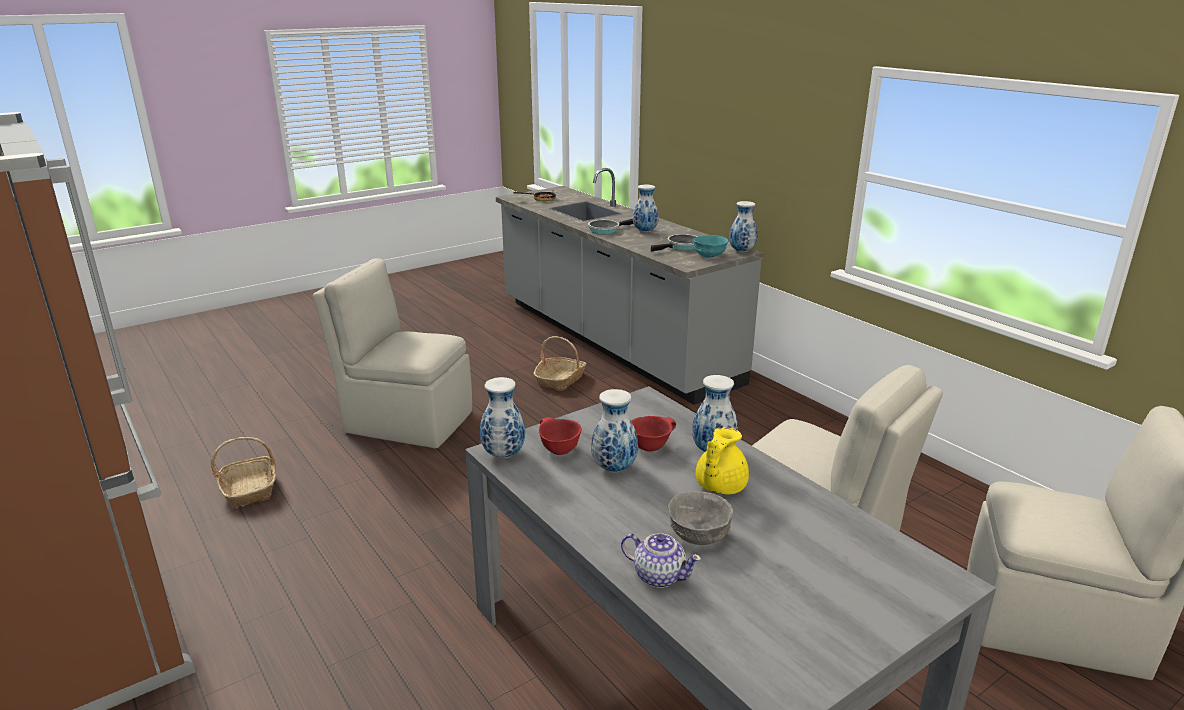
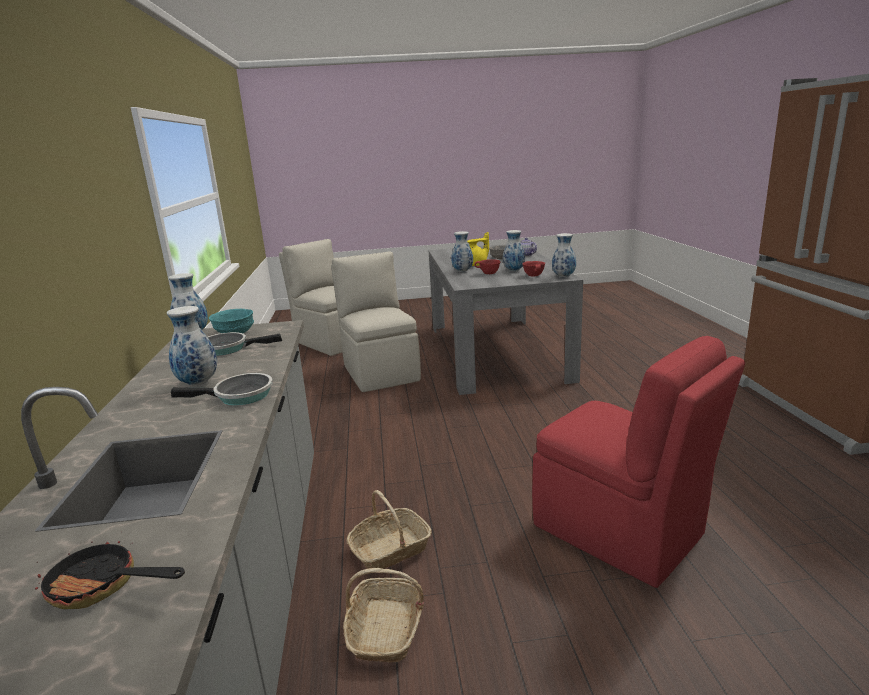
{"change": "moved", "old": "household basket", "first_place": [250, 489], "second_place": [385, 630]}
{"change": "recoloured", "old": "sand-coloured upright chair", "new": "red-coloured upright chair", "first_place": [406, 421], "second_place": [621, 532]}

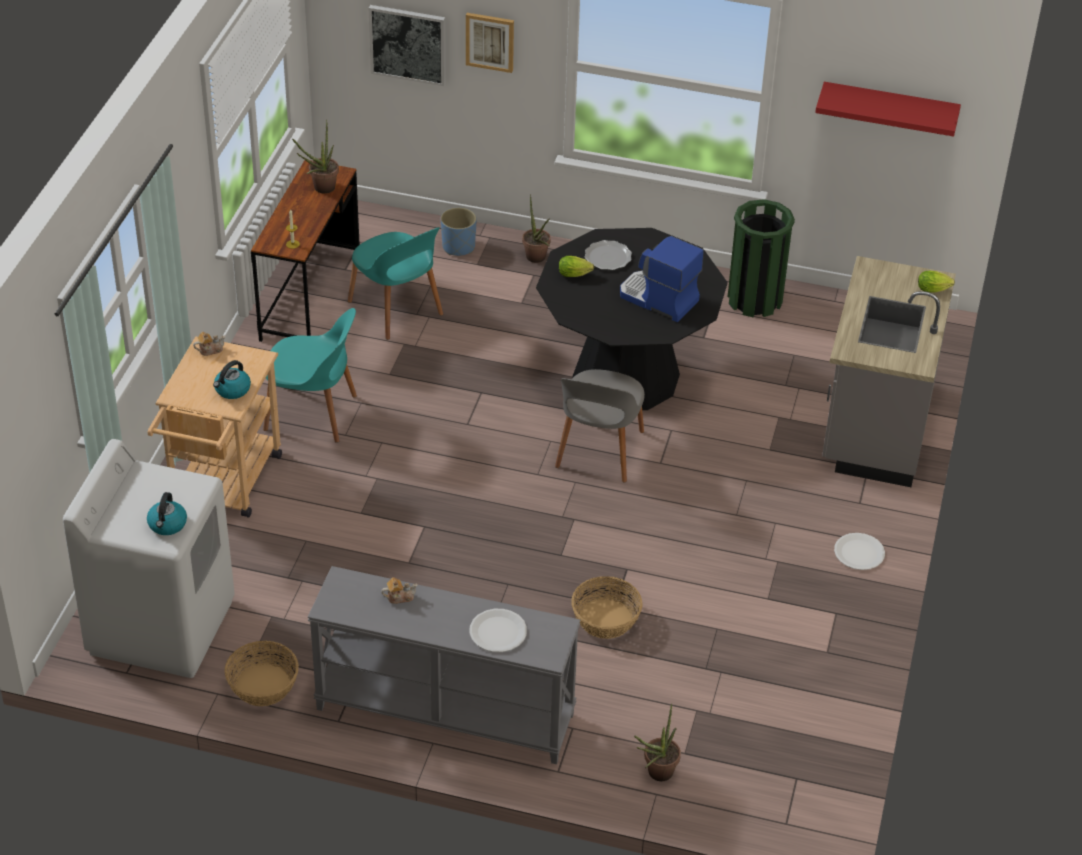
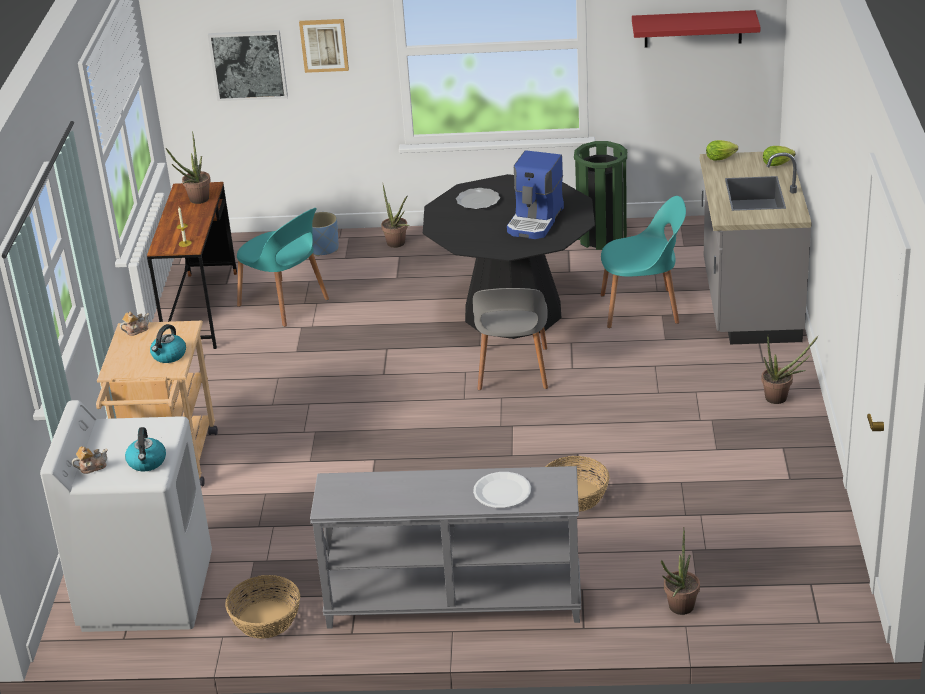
{"change": "moved", "old": "teapot", "first_place": [399, 597], "second_place": [92, 467]}
{"change": "turned", "old": "coffee machine", "first_place": [657, 299], "second_place": [536, 221], "degrees": -90}
{"change": "moved", "old": "turquoise-coloured upright chair", "first_place": [313, 414], "second_place": [642, 309]}
{"change": "moved", "old": "lettuce", "first_place": [576, 274], "second_place": [722, 158]}
{"change": "replaced", "old": "white dinner plate", "new": "plant in a pot", "first_place": [859, 553], "second_place": [781, 398]}

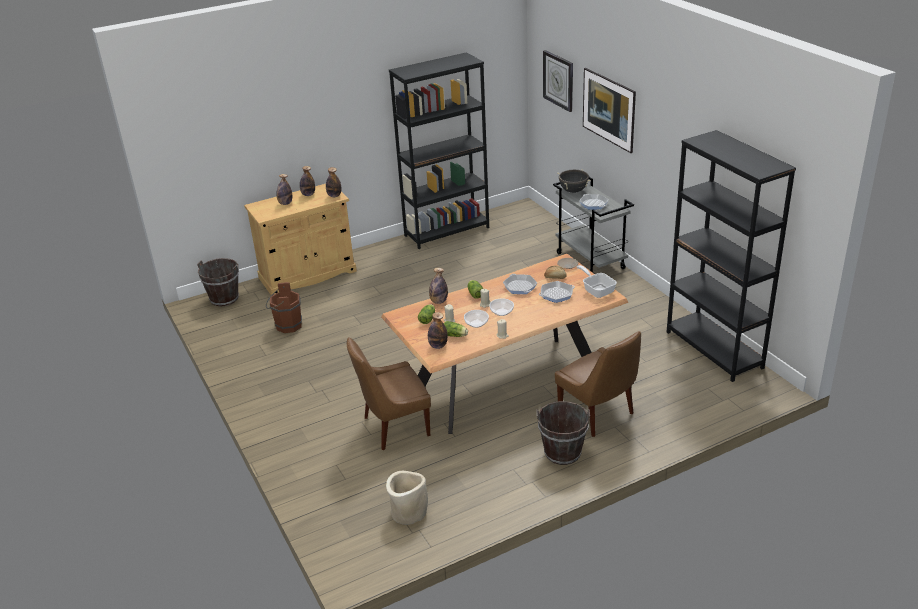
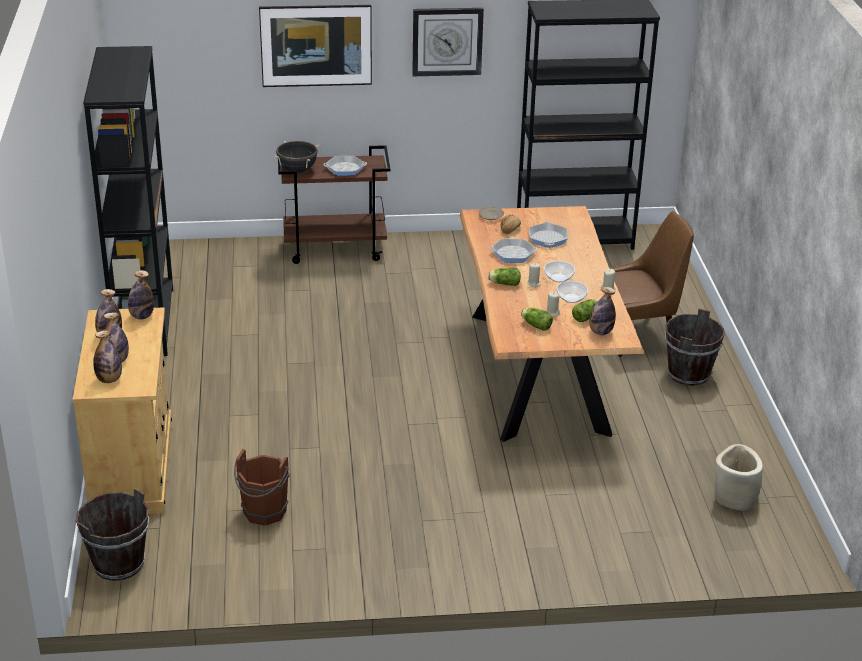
{"change": "moved", "old": "beverage bottle", "first_place": [438, 301], "second_place": [109, 379]}
{"change": "recoloured", "old": "greyish cart", "new": "brown cart", "first_place": [591, 261], "second_place": [336, 248]}
{"change": "moved", "old": "hanging clock", "first_place": [558, 80], "second_place": [447, 41]}
{"change": "removed", "old": "brown upright chair", "first_place": [393, 427]}
{"change": "removed", "old": "frying pan", "first_place": [596, 290]}

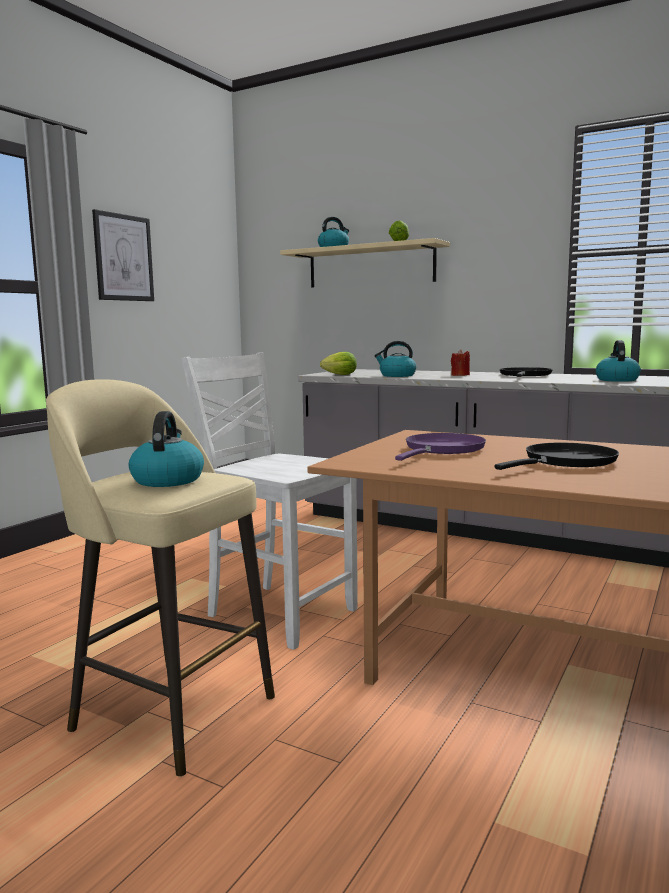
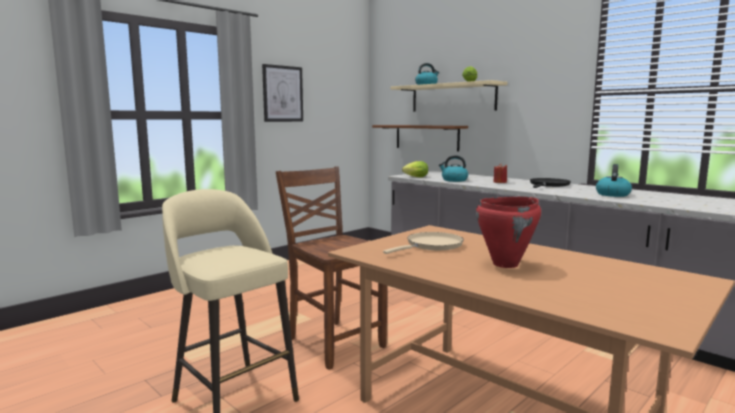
{"change": "recoloured", "old": "white upright chair", "new": "brown upright chair", "first_place": [279, 613], "second_place": [334, 342]}
{"change": "added", "new": "brown shelf", "second_place": [426, 137]}
{"change": "recoloured", "old": "purplish frying pan", "new": "sand-coloured frying pan", "first_place": [442, 450], "second_place": [431, 245]}
{"change": "replaced", "old": "blackish frying pan", "new": "red-coloured stockpot", "first_place": [566, 461], "second_place": [506, 264]}
{"change": "removed", "old": "water kettle", "first_place": [167, 480]}

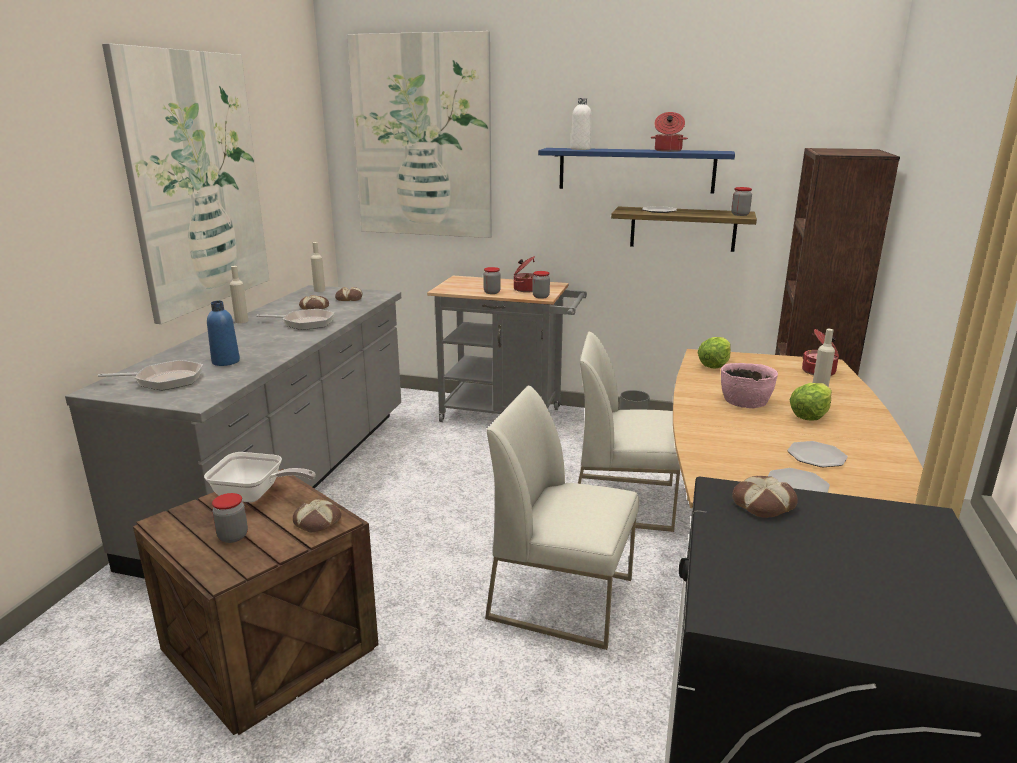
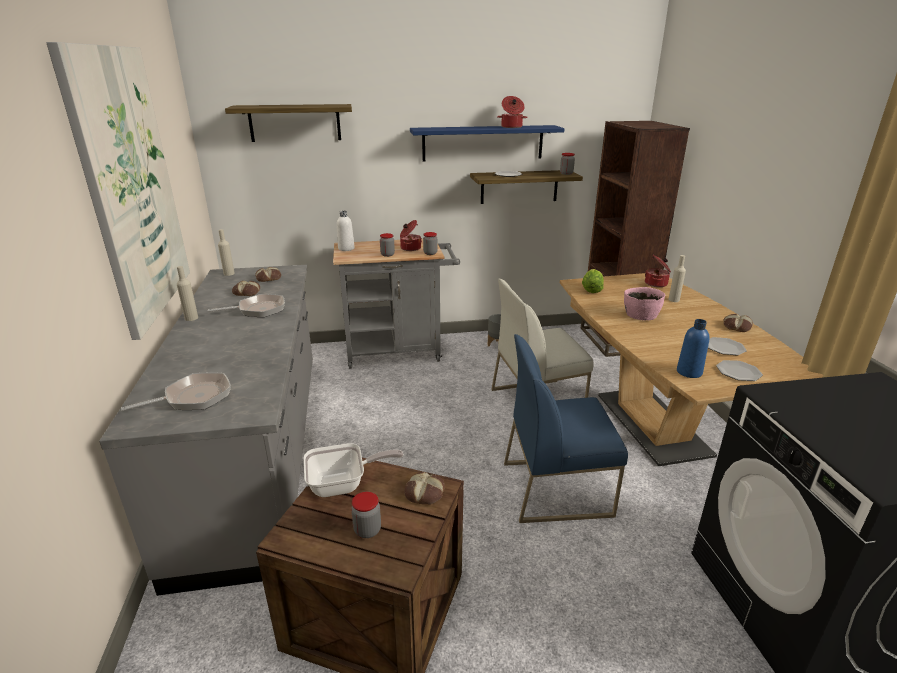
{"change": "replaced", "old": "wall art", "new": "shelf", "first_place": [422, 138], "second_place": [295, 123]}
{"change": "moved", "old": "white beverage bottle", "first_place": [580, 149], "second_place": [346, 248]}
{"change": "recoloured", "old": "white upright chair", "new": "bluish upright chair", "first_place": [563, 597], "second_place": [557, 488]}
{"change": "moved", "old": "bluish beverage bottle", "first_place": [226, 362], "second_place": [689, 372]}
{"change": "moved", "old": "bread", "first_place": [762, 503], "second_place": [736, 326]}
{"change": "removed", "old": "lettuce", "first_place": [809, 415]}

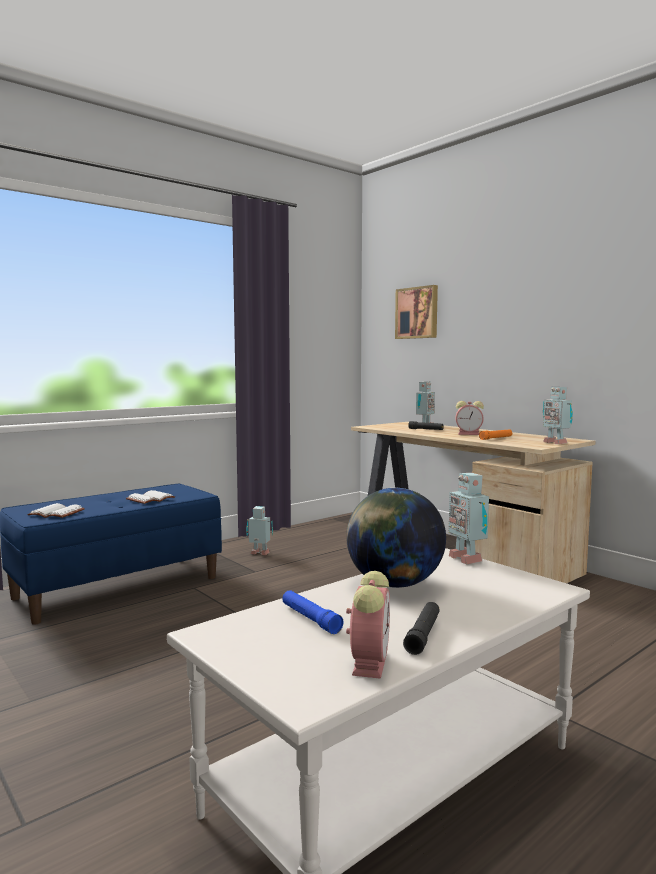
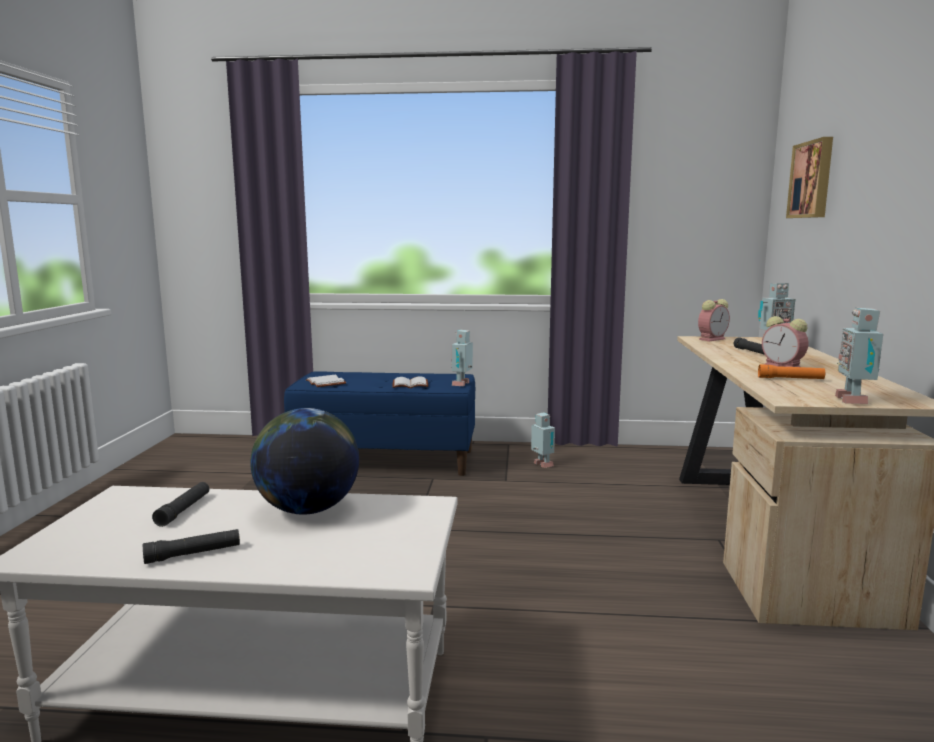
{"change": "recoloured", "old": "bluish torch", "new": "blackish torch", "first_place": [310, 619], "second_place": [184, 510]}
{"change": "moved", "old": "robot figure", "first_place": [466, 558], "second_place": [462, 384]}
{"change": "moved", "old": "bedside clock", "first_place": [369, 662], "second_place": [712, 339]}

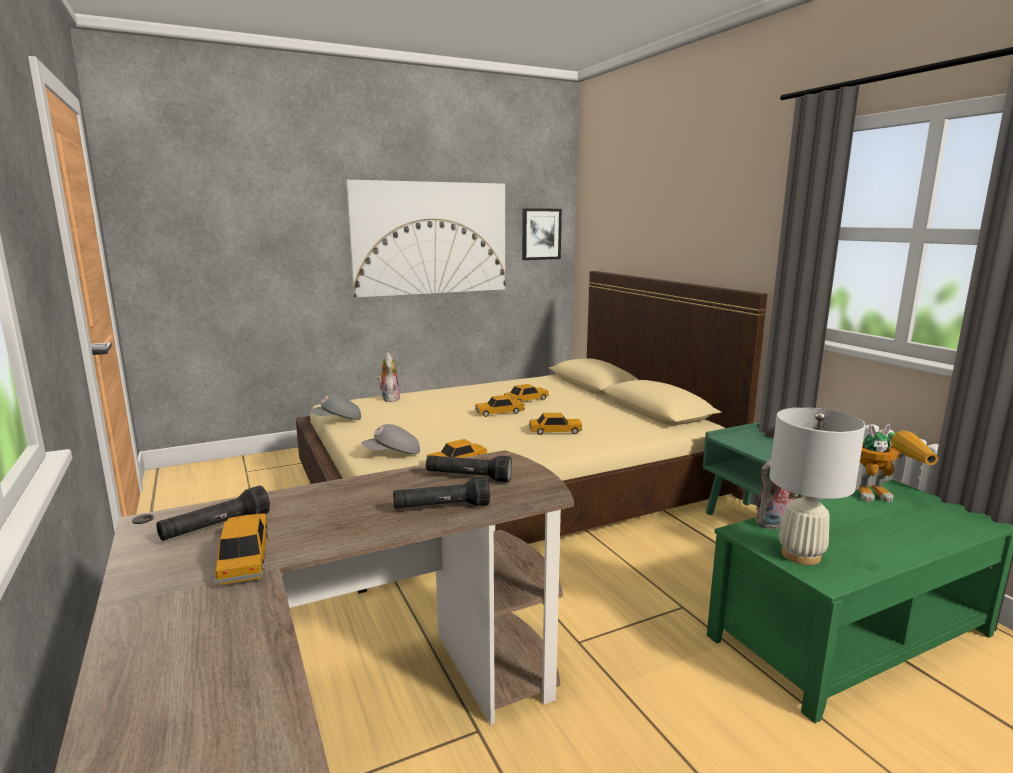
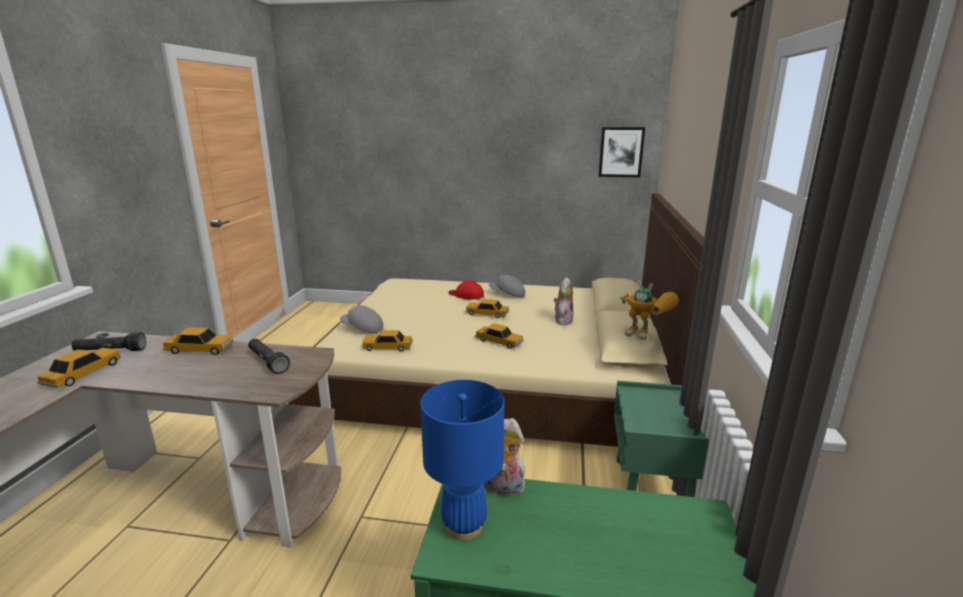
{"change": "moved", "old": "model car", "first_place": [526, 400], "second_place": [200, 349]}
{"change": "recoloured", "old": "white tabletop lamp", "new": "bluish tabletop lamp", "first_place": [801, 555], "second_place": [464, 526]}
{"change": "added", "new": "red-coloured cap", "second_place": [466, 295]}
{"change": "moved", "old": "greyish cap", "first_place": [337, 420], "second_place": [507, 294]}
{"change": "moved", "old": "soft toy", "first_place": [389, 398], "second_place": [562, 320]}
{"change": "moved", "old": "robot figure", "first_place": [882, 495], "second_place": [647, 336]}
{"change": "removed", "old": "wall art", "first_place": [430, 238]}
{"change": "removed", "old": "blackish torch", "first_place": [441, 508]}

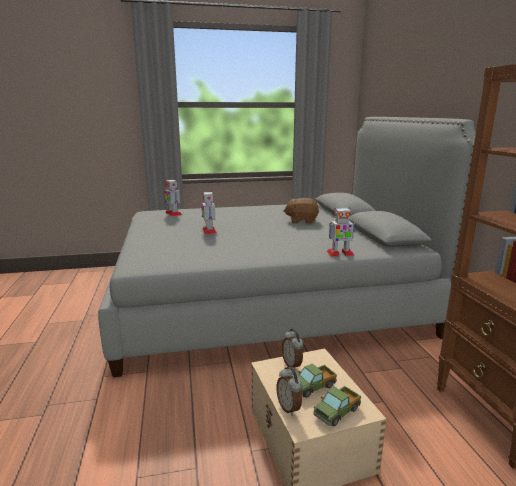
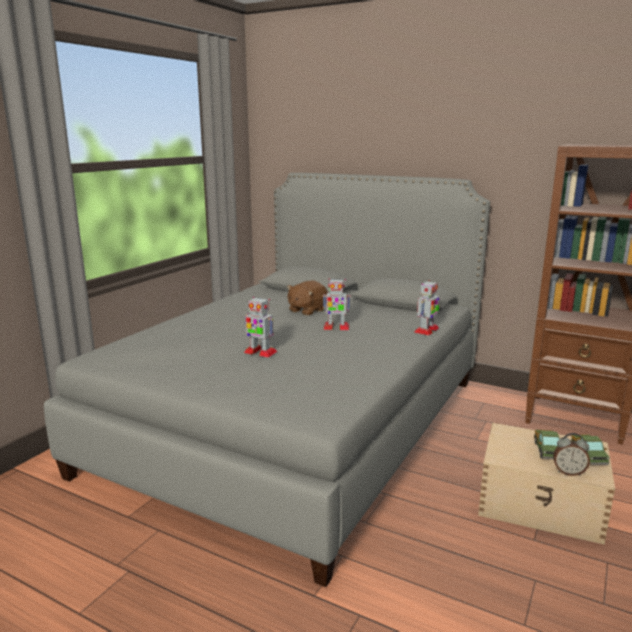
{"change": "moved", "old": "robot figure", "first_place": [173, 213], "second_place": [336, 327]}
{"change": "removed", "old": "bedside clock", "first_place": [292, 364]}

